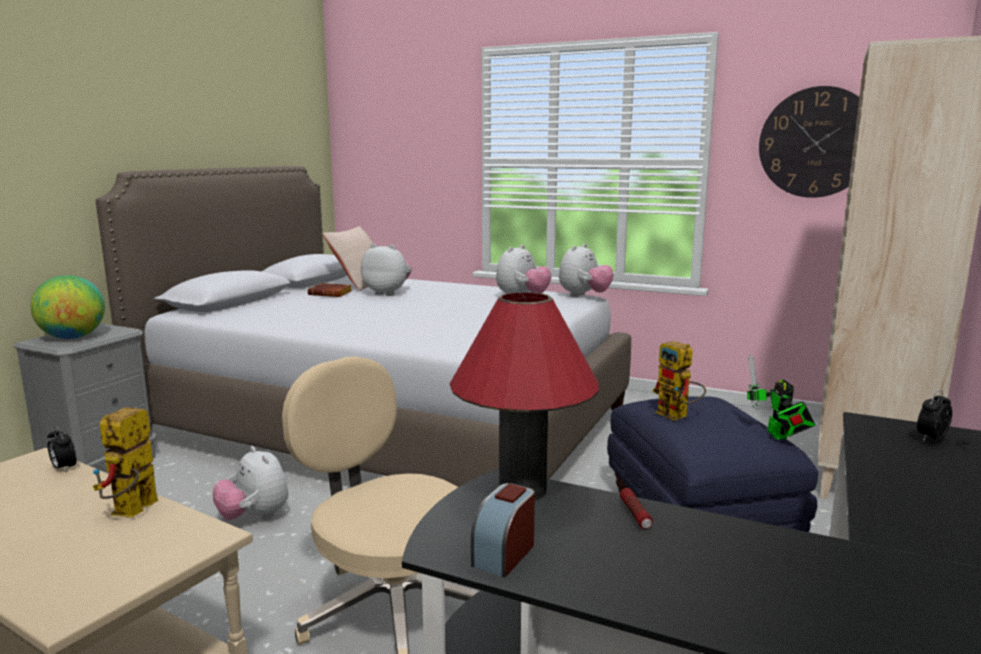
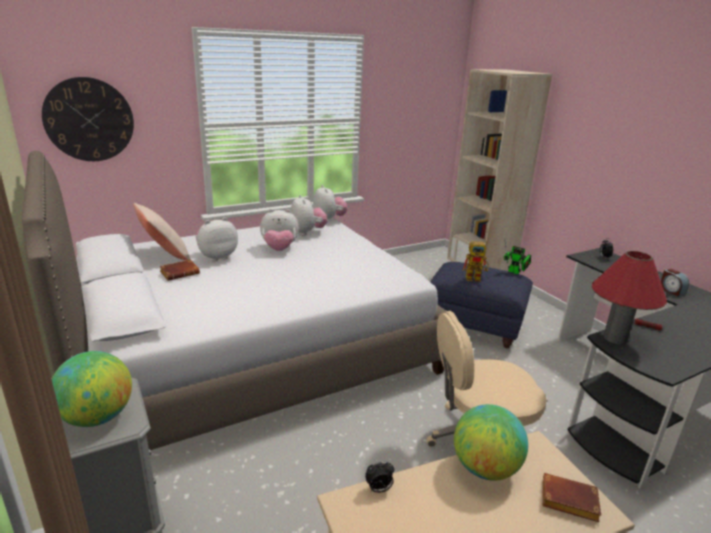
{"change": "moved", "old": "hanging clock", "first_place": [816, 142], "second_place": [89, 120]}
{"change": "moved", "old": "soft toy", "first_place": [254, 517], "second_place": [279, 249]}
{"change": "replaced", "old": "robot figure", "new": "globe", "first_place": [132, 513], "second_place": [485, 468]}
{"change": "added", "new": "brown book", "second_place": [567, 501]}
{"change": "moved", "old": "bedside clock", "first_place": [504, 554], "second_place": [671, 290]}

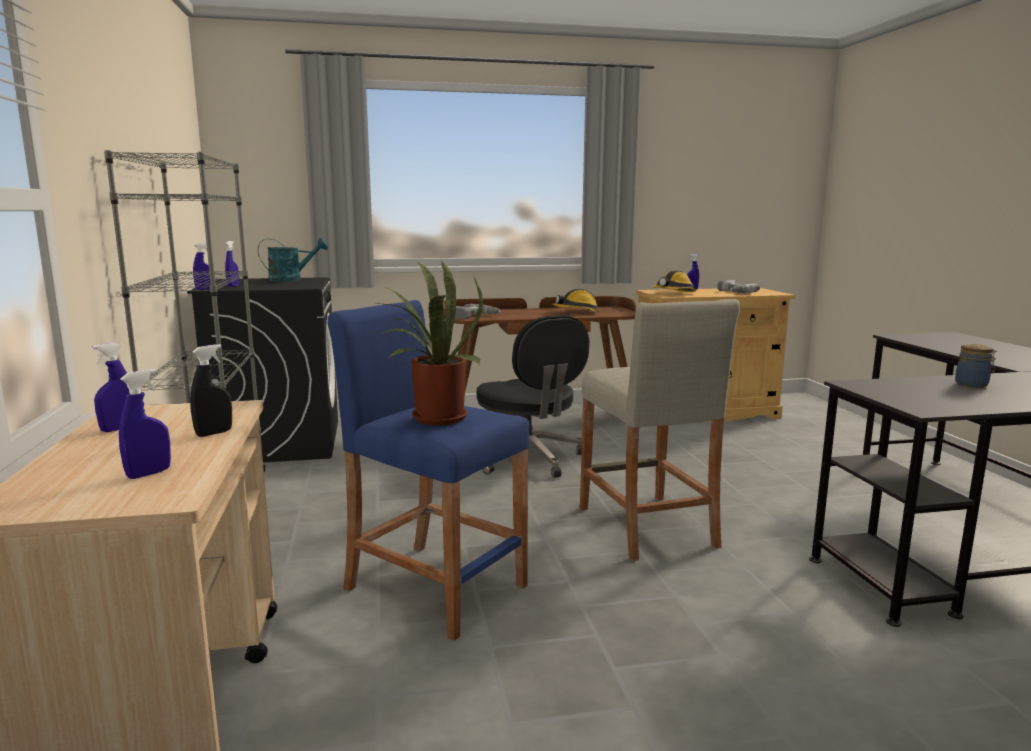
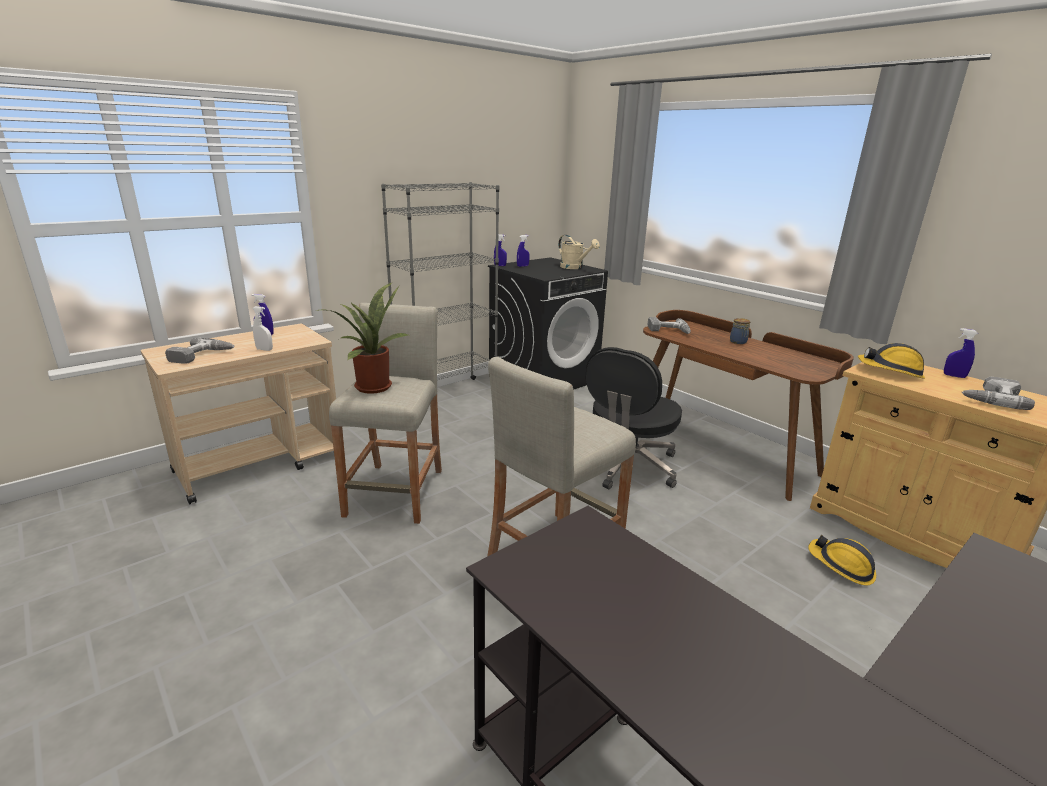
{"change": "replaced", "old": "bluish sprayer", "new": "power drill", "first_place": [149, 474], "second_place": [202, 356]}
{"change": "recoloured", "old": "blackish sprayer", "new": "white sprayer", "first_place": [214, 433], "second_place": [264, 349]}
{"change": "recoloured", "old": "bluish sitting stool", "new": "sand-coloured sitting stool", "first_place": [435, 587], "second_place": [396, 492]}
{"change": "recoloured", "old": "turquoise-coloured watering can", "new": "sand-coloured watering can", "first_place": [291, 280], "second_place": [575, 267]}
{"change": "moved", "old": "storage jar", "first_place": [973, 385], "second_place": [738, 342]}
{"change": "moved", "old": "work helmet", "first_place": [576, 312], "second_place": [841, 566]}

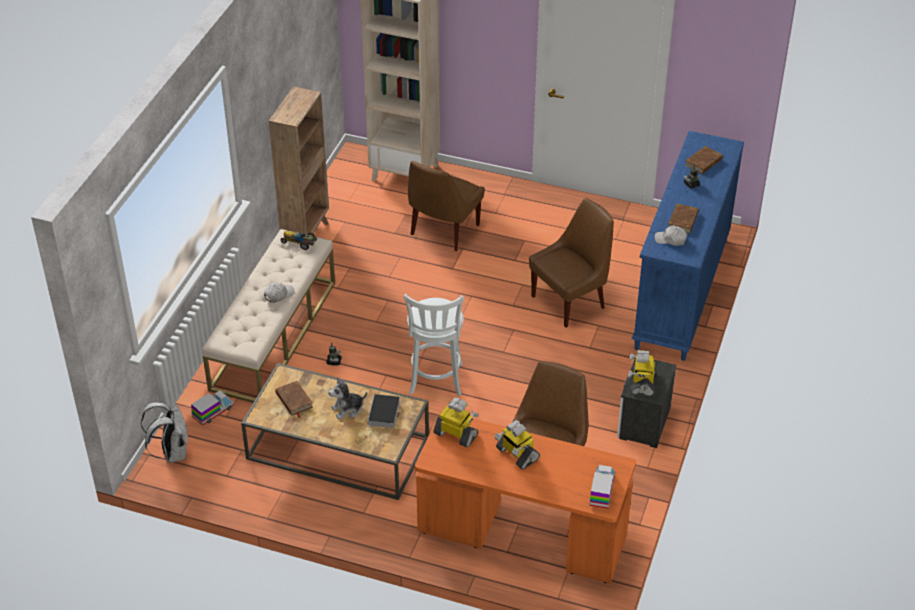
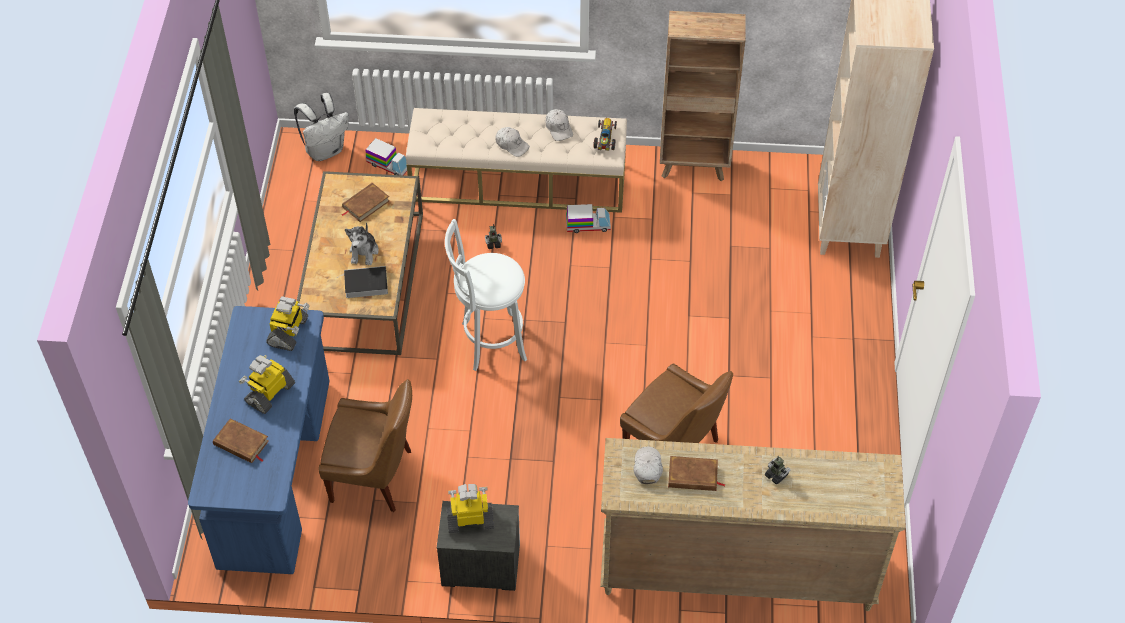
{"change": "recoloured", "old": "orange-coloured desk", "new": "bluish desk", "first_place": [522, 535], "second_place": [275, 473]}
{"change": "moved", "old": "brown book", "first_place": [703, 162], "second_place": [241, 443]}
{"change": "turned", "old": "soft toy", "first_place": [347, 409], "second_place": [364, 252], "degrees": -135}
{"change": "added", "new": "white cap", "second_place": [559, 128]}
{"change": "moved", "old": "model truck", "first_place": [601, 491], "second_place": [588, 225]}
{"change": "recoloured", "old": "bluish chest of drawers", "new": "sand-coloured chest of drawers", "first_place": [681, 293], "second_place": [736, 571]}
{"change": "removed", "old": "brown upright chair", "first_place": [443, 231]}

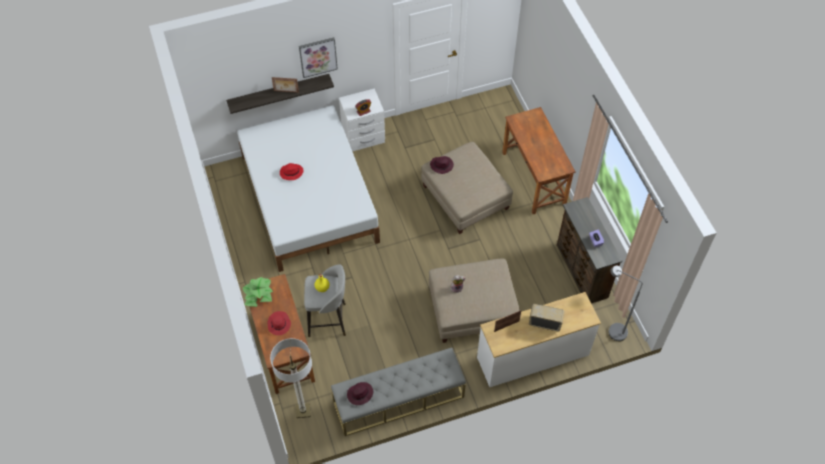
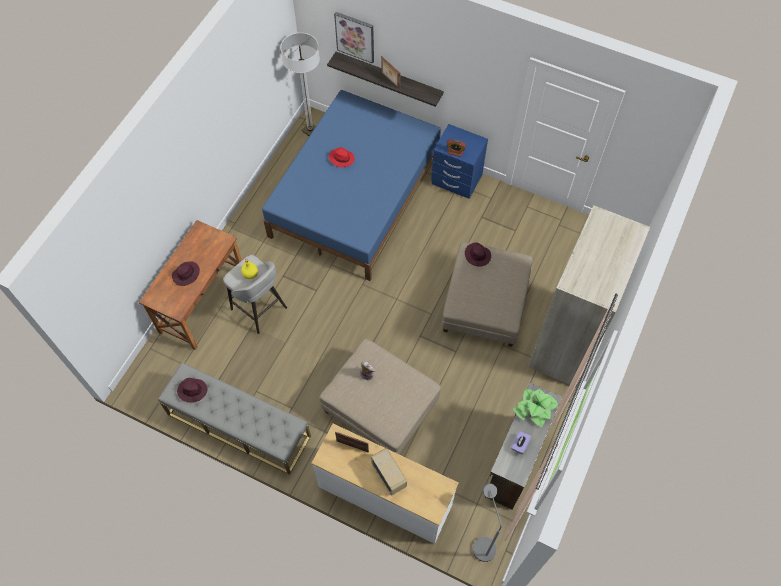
{"change": "recoloured", "old": "red-coloured wearable hat", "new": "purplish wearable hat", "first_place": [279, 324], "second_place": [186, 275]}
{"change": "recoloured", "old": "white bed", "new": "bluish bed", "first_place": [309, 198], "second_place": [356, 197]}
{"change": "moved", "old": "standing lamp", "first_place": [303, 411], "second_place": [310, 130]}
{"change": "moved", "old": "wall art", "first_place": [318, 56], "second_place": [355, 37]}
{"change": "recoloured", "old": "white bedside table", "new": "bluish bedside table", "first_place": [363, 137], "second_place": [456, 180]}
{"change": "moved", "old": "plant in a pot", "first_place": [258, 294], "second_place": [534, 408]}
{"change": "replaced", "old": "brown desk", "new": "sand-coloured armoire", "first_place": [534, 178], "second_place": [567, 339]}

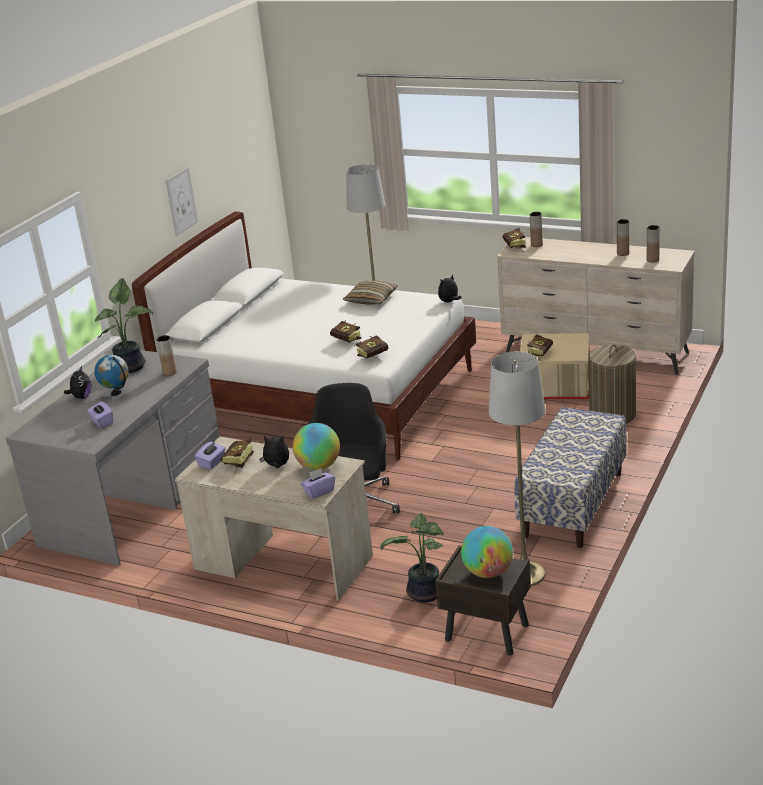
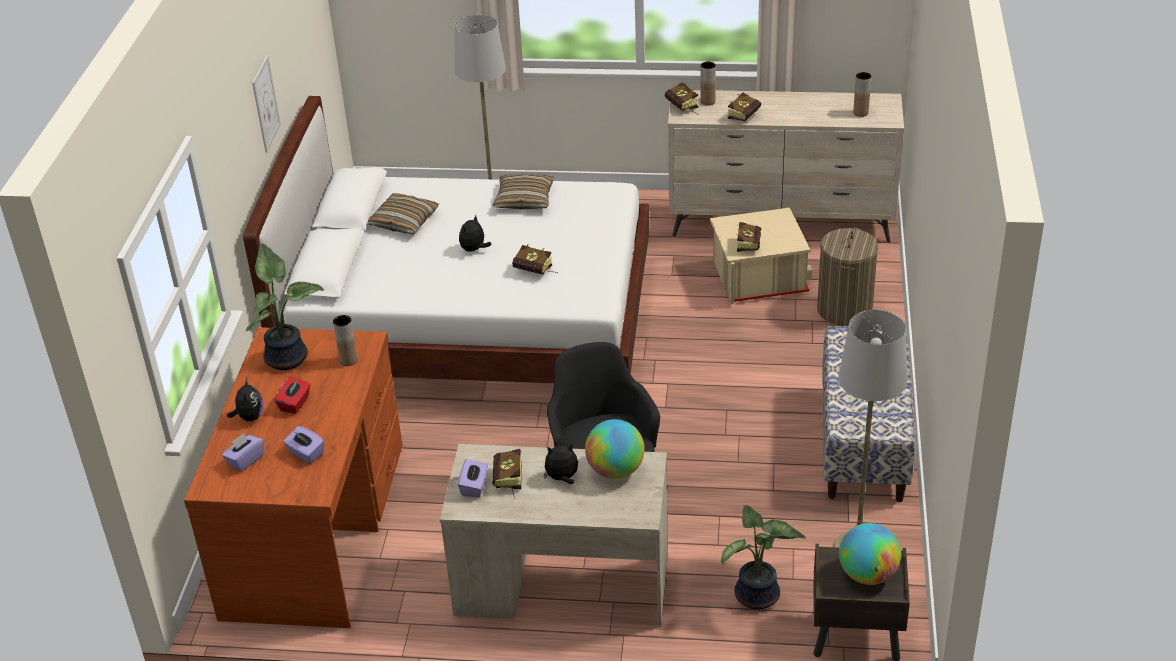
{"change": "recoloured", "old": "greyish desk", "new": "brown desk", "first_place": [135, 503], "second_place": [316, 531]}
{"change": "moved", "old": "purplish tissue holder", "first_place": [319, 491], "second_place": [245, 460]}
{"change": "replaced", "old": "globe", "new": "red-coloured tissue holder", "first_place": [116, 393], "second_place": [295, 404]}
{"change": "added", "new": "throw pillow", "second_place": [403, 221]}
{"change": "moved", "old": "soft toy", "first_place": [449, 302], "second_place": [474, 250]}
{"change": "moved", "old": "book", "first_place": [375, 355], "second_place": [745, 115]}
{"change": "removed", "old": "brown vase", "first_place": [623, 253]}

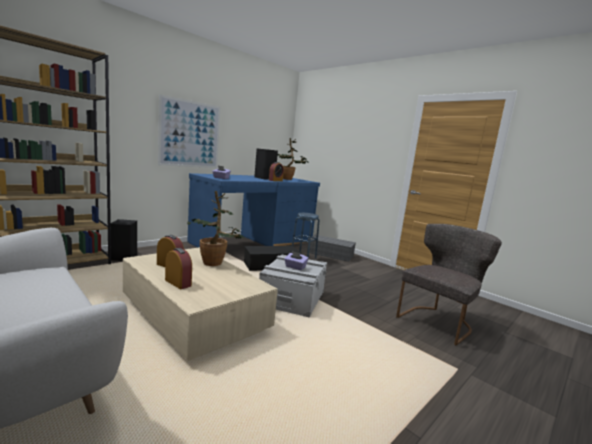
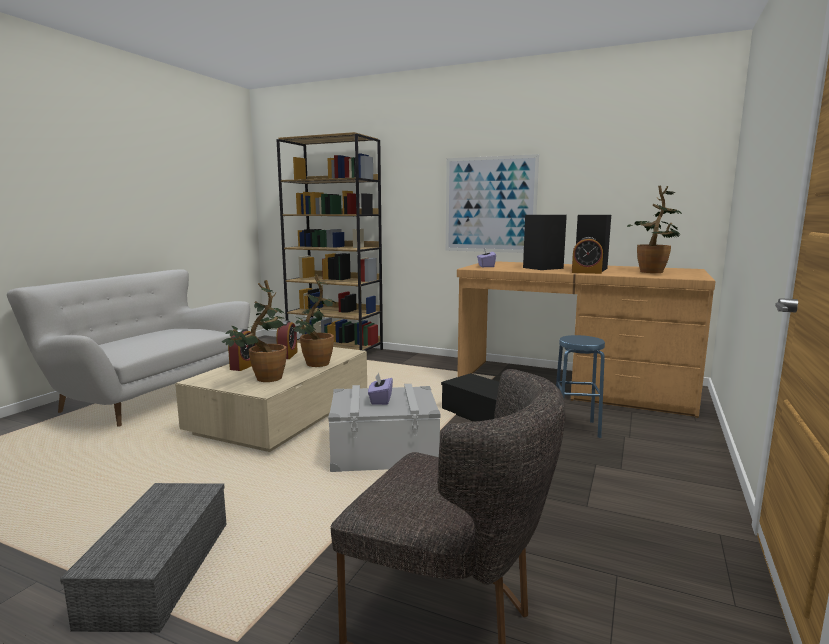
{"change": "moved", "old": "greyish storage container", "first_place": [331, 254], "second_place": [160, 572]}
{"change": "added", "new": "plant in a pot", "second_place": [263, 379]}
{"change": "recoloured", "old": "bluish desk", "new": "brown desk", "first_place": [255, 242], "second_place": [573, 386]}
{"change": "moved", "old": "blackish loudspeaker", "first_place": [124, 257], "second_place": [543, 268]}

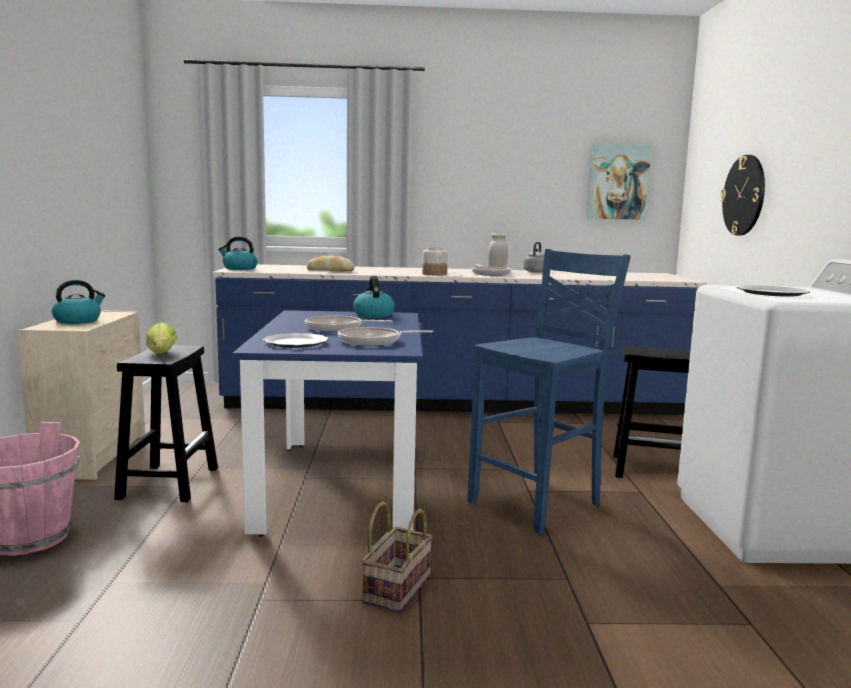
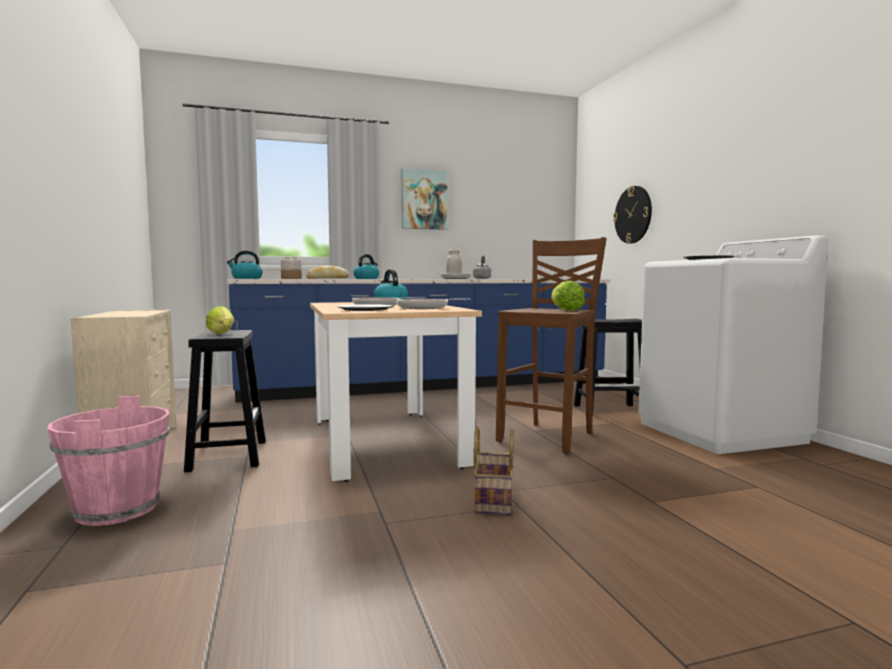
{"change": "moved", "old": "storage jar", "first_place": [434, 274], "second_place": [291, 278]}
{"change": "recoloured", "old": "bluish dinner table", "new": "sand-coloured dinner table", "first_place": [341, 484], "second_place": [384, 441]}
{"change": "moved", "old": "water kettle", "first_place": [78, 321], "second_place": [366, 278]}
{"change": "moved", "old": "wall art", "first_place": [617, 182], "second_place": [424, 200]}
{"change": "recoloured", "old": "bluish sitting stool", "new": "brown sitting stool", "first_place": [539, 503], "second_place": [549, 437]}
{"change": "added", "new": "lettuce", "second_place": [565, 310]}

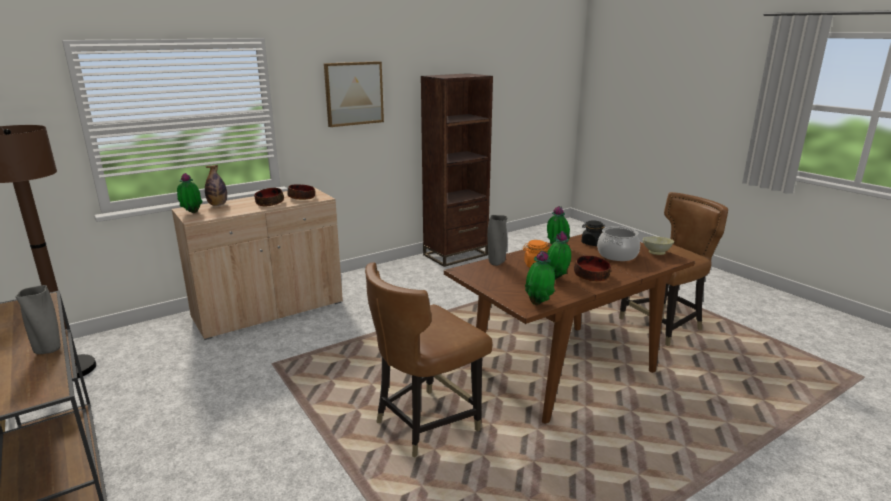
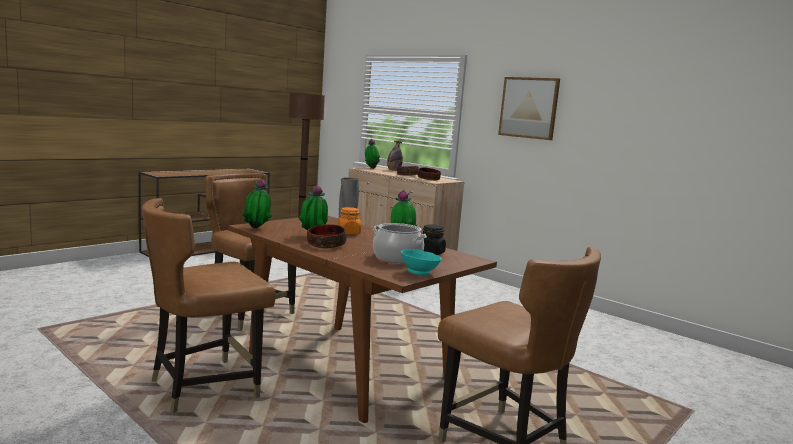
{"change": "added", "new": "brown upright chair", "second_place": [204, 387]}
{"change": "recoloured", "old": "sand-coloured serving bowl", "new": "turquoise-coloured serving bowl", "first_place": [656, 253], "second_place": [420, 273]}
{"change": "removed", "old": "greyish vase", "first_place": [48, 350]}
{"change": "removed", "old": "brown shelving unit", "first_place": [455, 255]}

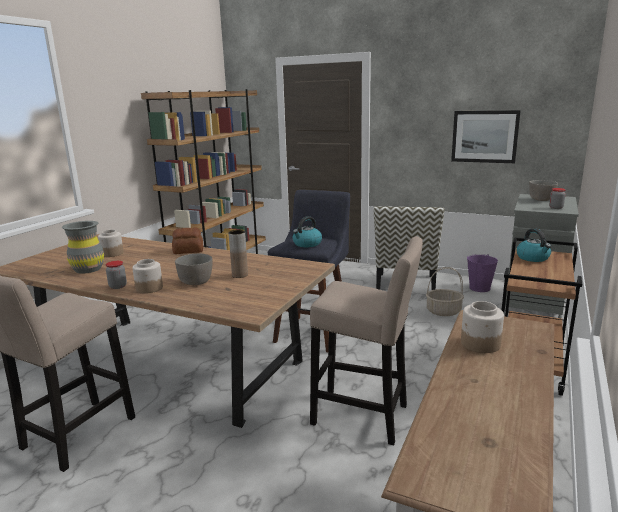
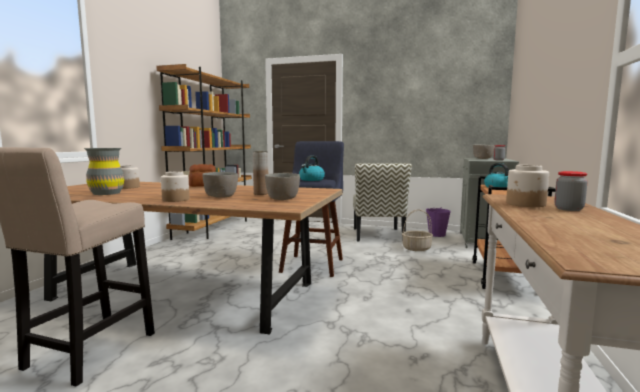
{"change": "added", "new": "greyish serving bowl", "second_place": [282, 199]}
{"change": "moved", "old": "storage jar", "first_place": [118, 286], "second_place": [568, 209]}
{"change": "removed", "old": "sand-coloured sitting stool", "first_place": [365, 417]}
{"change": "removed", "old": "wall art", "first_place": [484, 136]}

